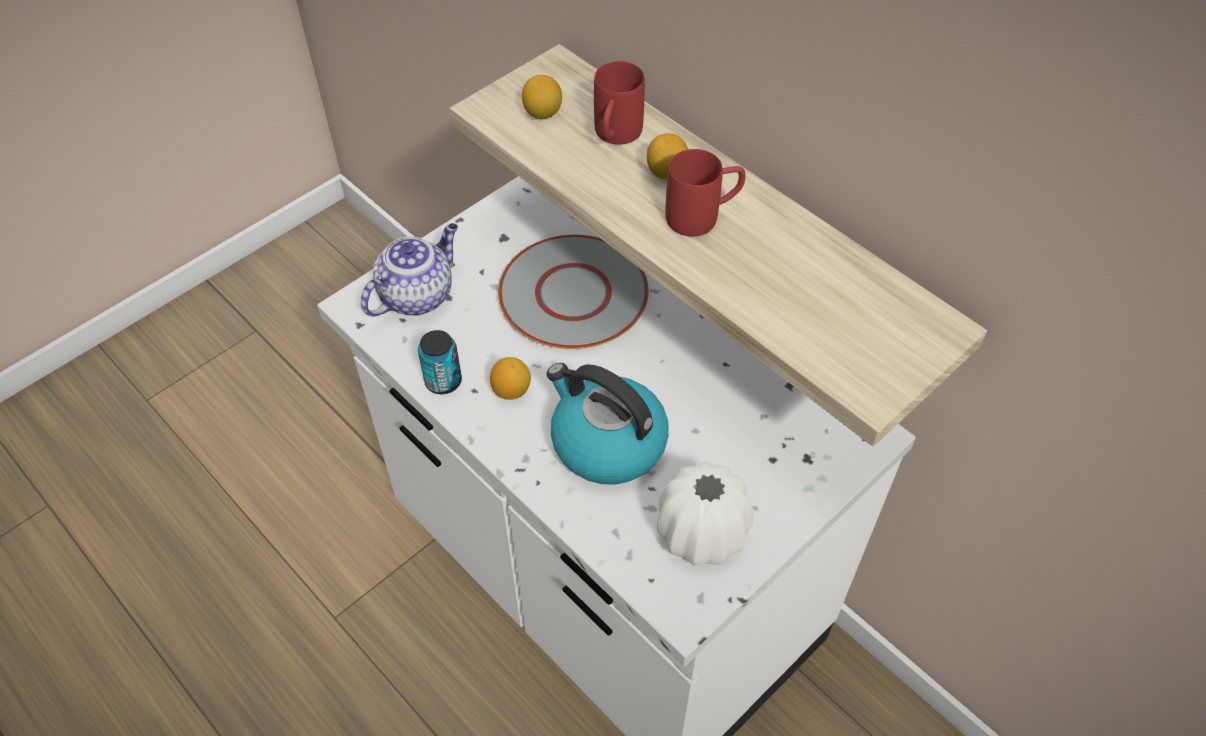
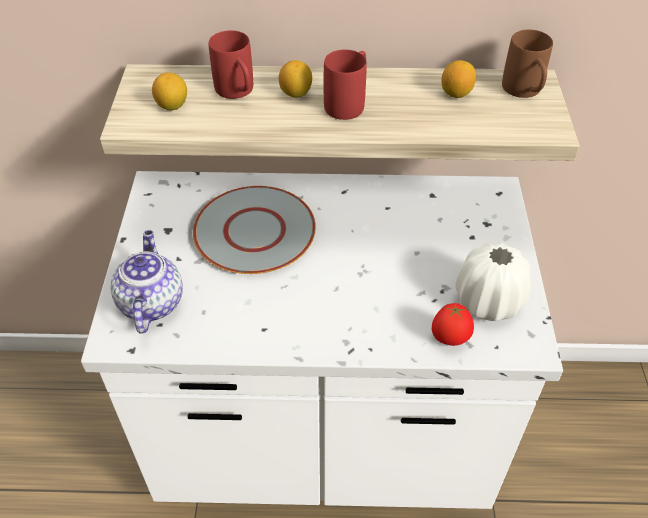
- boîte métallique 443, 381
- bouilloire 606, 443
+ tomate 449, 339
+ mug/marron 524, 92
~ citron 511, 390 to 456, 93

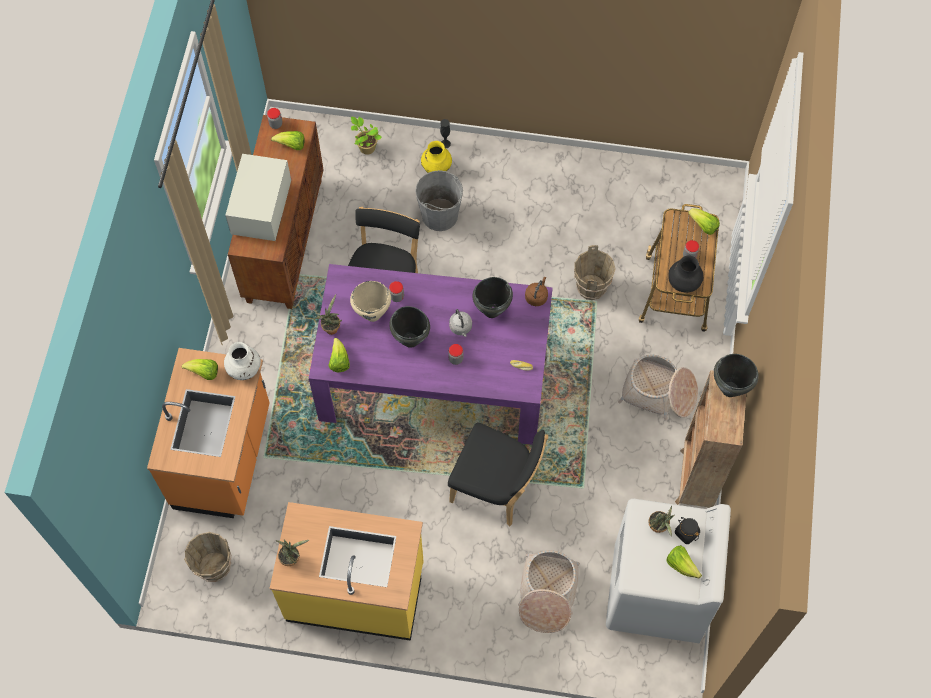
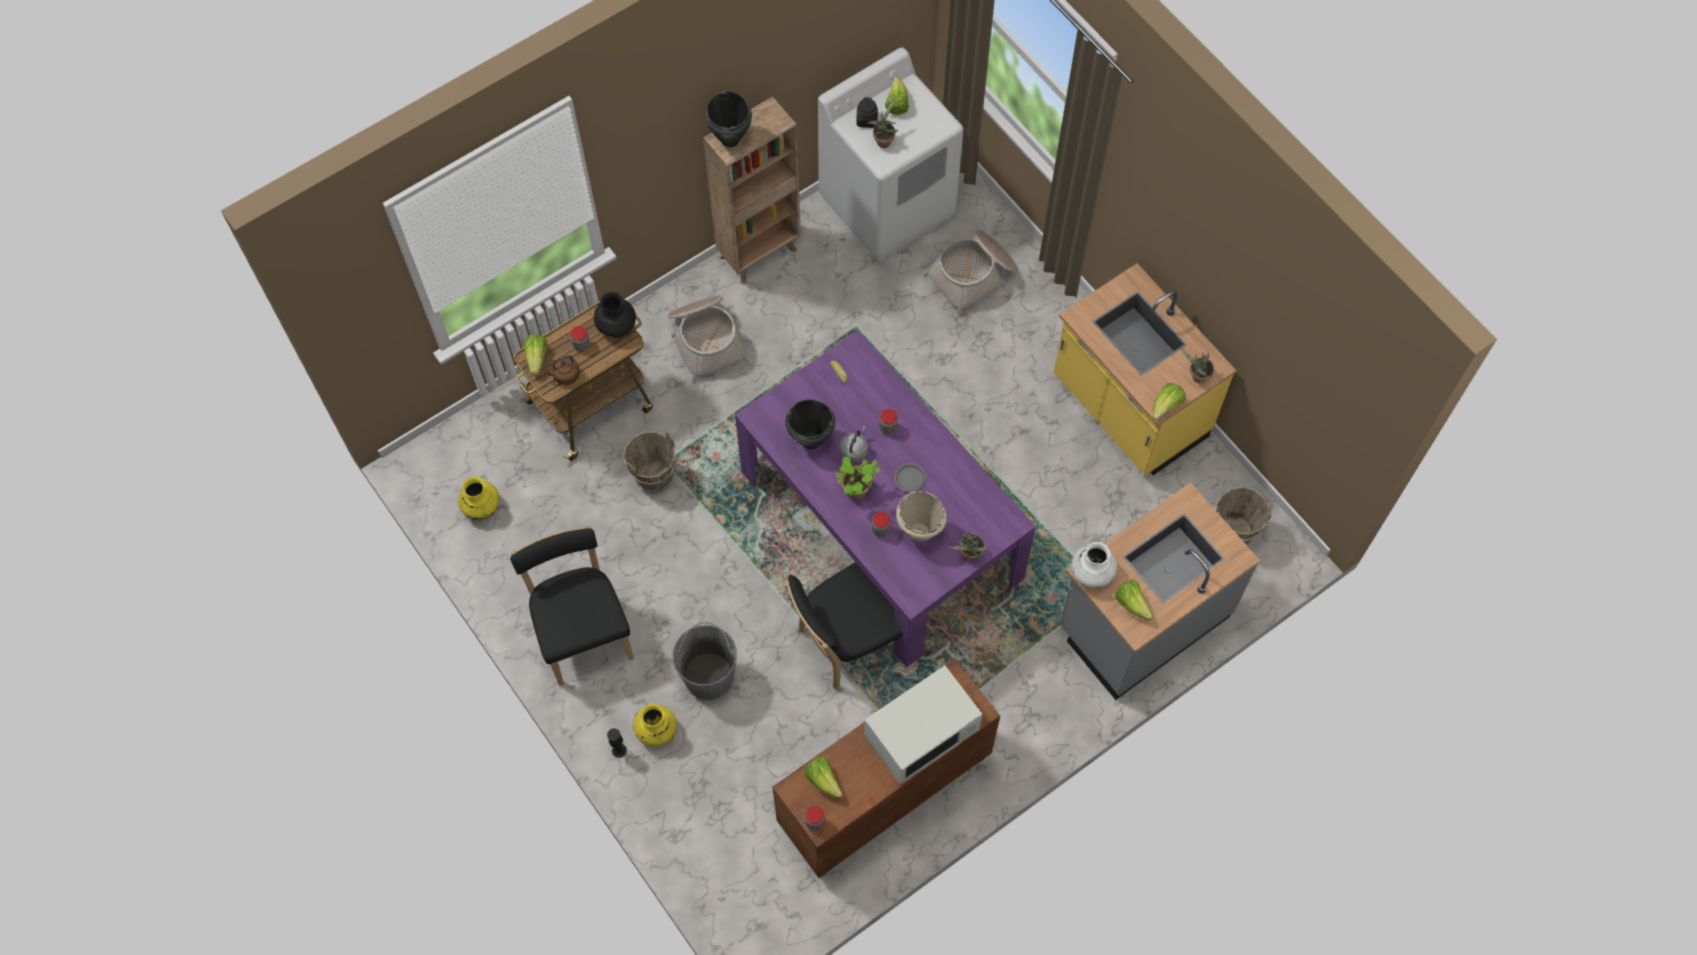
+ vase/jaune 481, 507
~ laitue 339, 361 to 1166, 406
~ plante en pot 366, 147 to 856, 491
~ chaise/noir 496, 489 to 583, 631
~ bouilloire/marron 536, 296 to 564, 375
~ marmite/noir 410, 340 to assiette/gris 910, 479
~ comptoir de cuisine/orange 224, 458 to comptoir de cuisine/gris 1142, 621

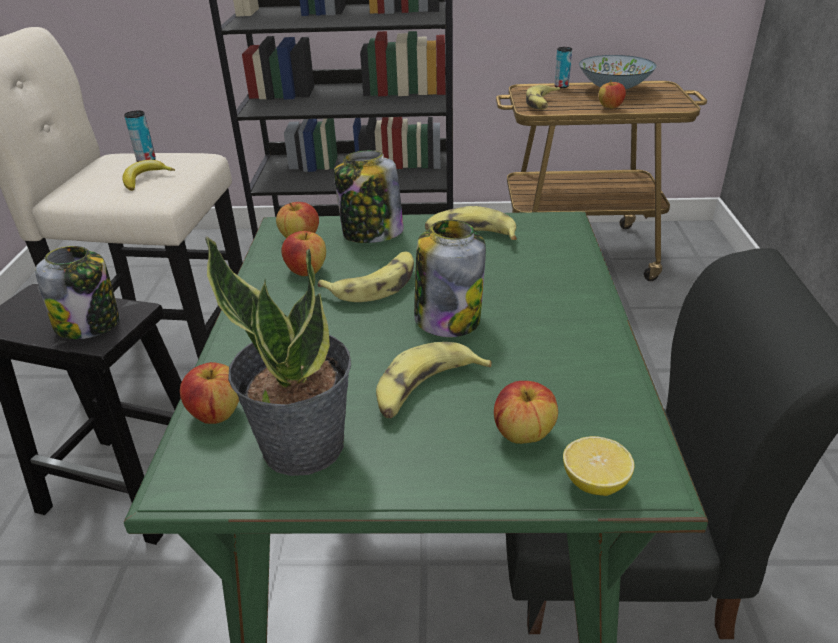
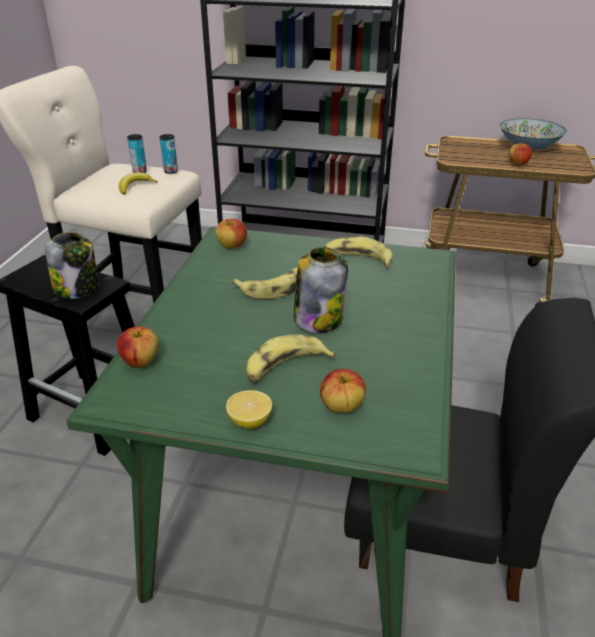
- plante en pot 303, 444
- pomme 306, 271
- bocal 371, 233
- banane 542, 103
~ boîte métallique 561, 86 to 171, 171
~ citron 594, 483 to 250, 421

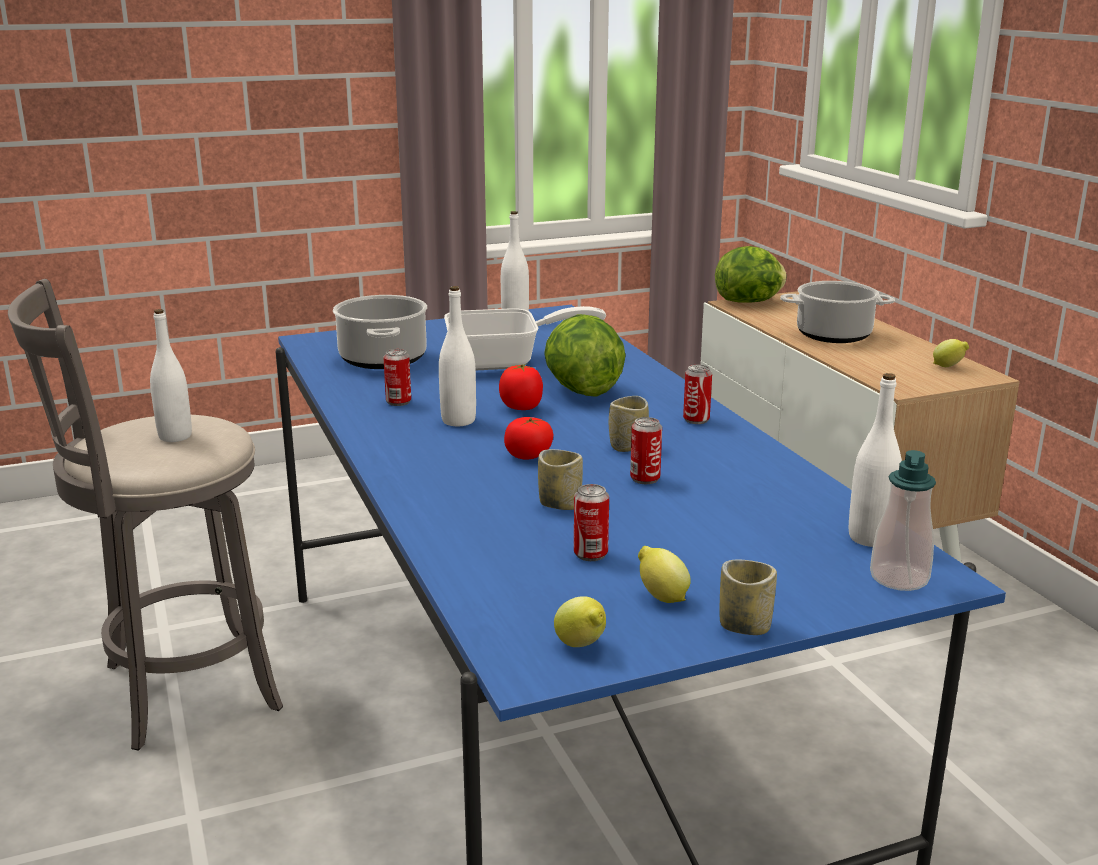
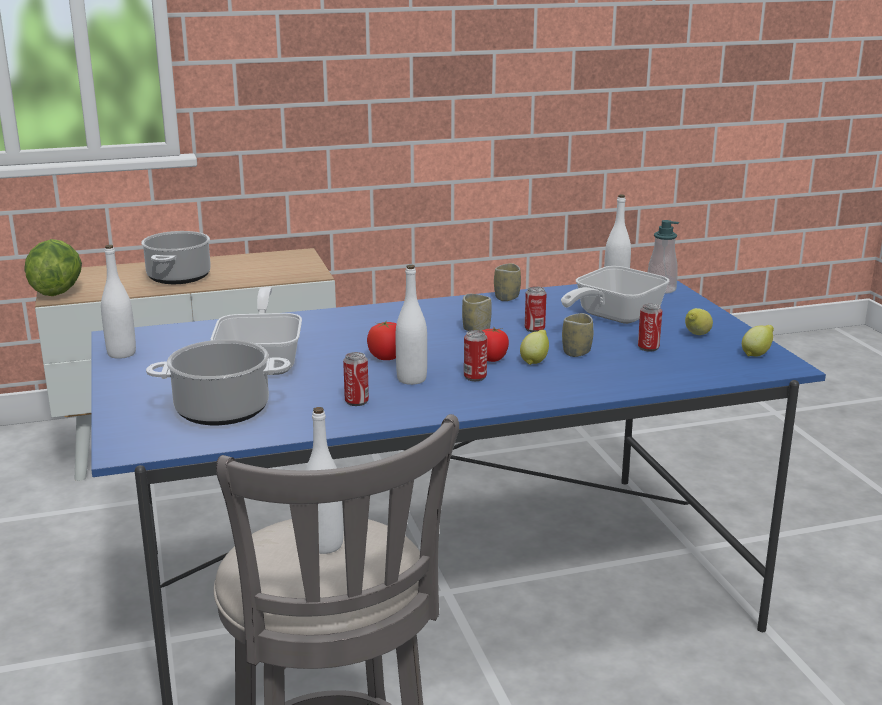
- laitue 581, 390
+ poêle 612, 317
~ boîte métallique 696, 420 to 475, 377
~ tasse 744, 626 to 507, 298
~ citron 948, 367 to 535, 361

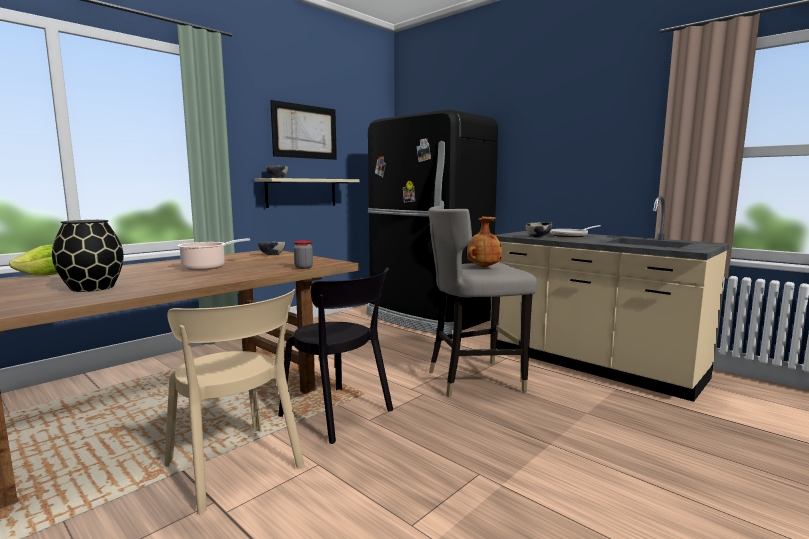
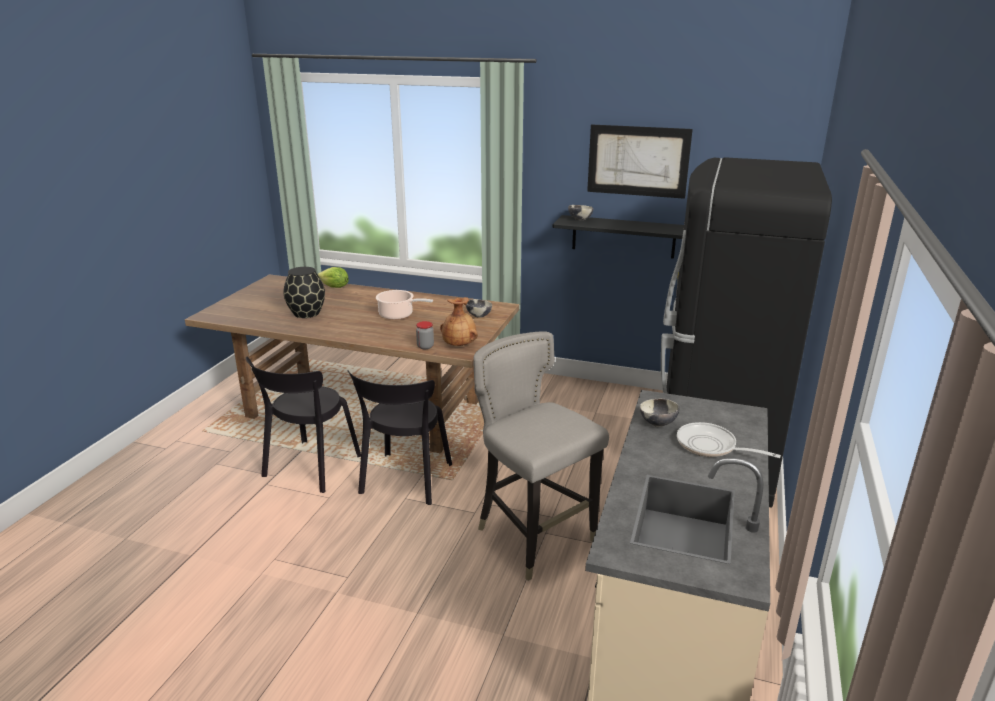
~ vase/marron 483, 267 to 459, 345
~ chaise/beige 236, 469 to chaise/noir 309, 468
~ étagère/beige 301, 192 to étagère/noir 623, 236

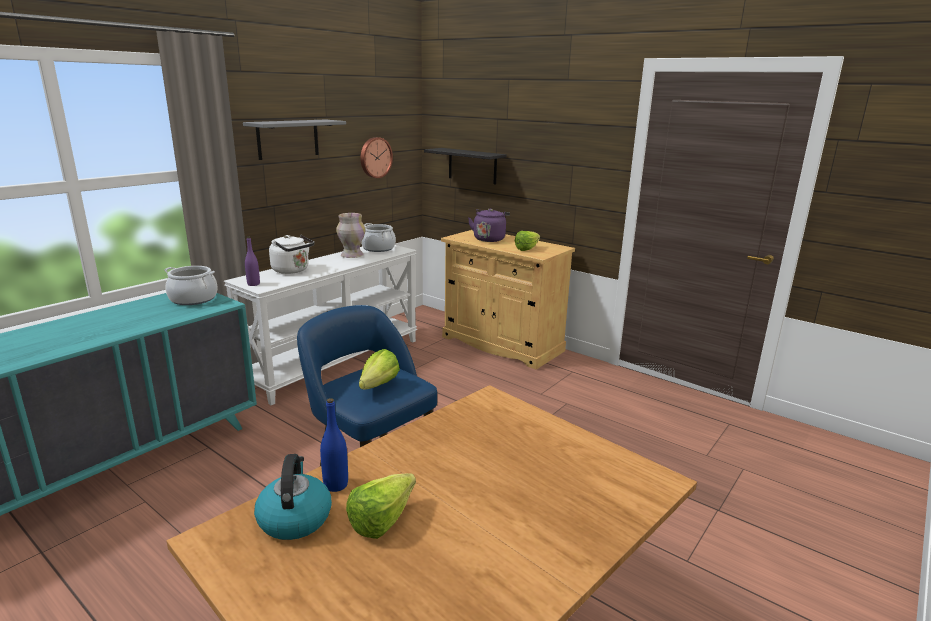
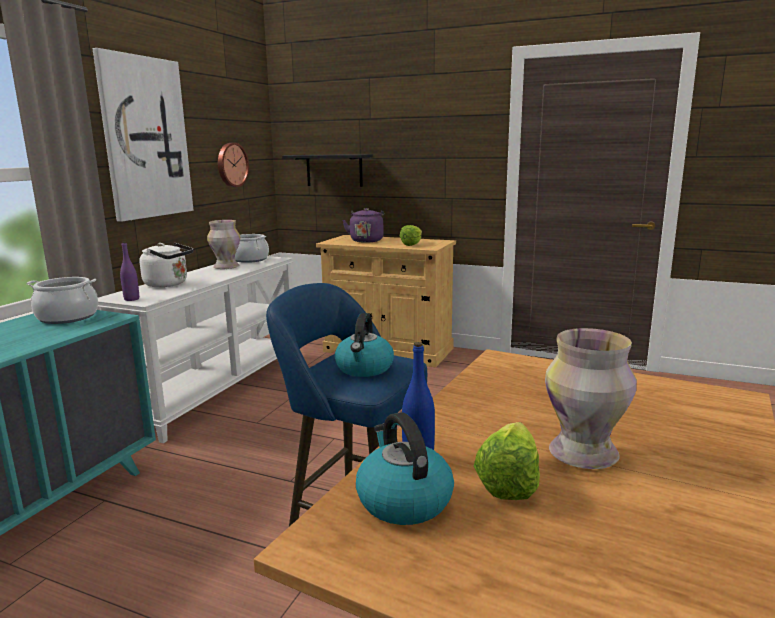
+ vase 582, 454
~ étagère/gris 288, 139 to tableau 145, 138
~ laitue 375, 388 to bouilloire 364, 368

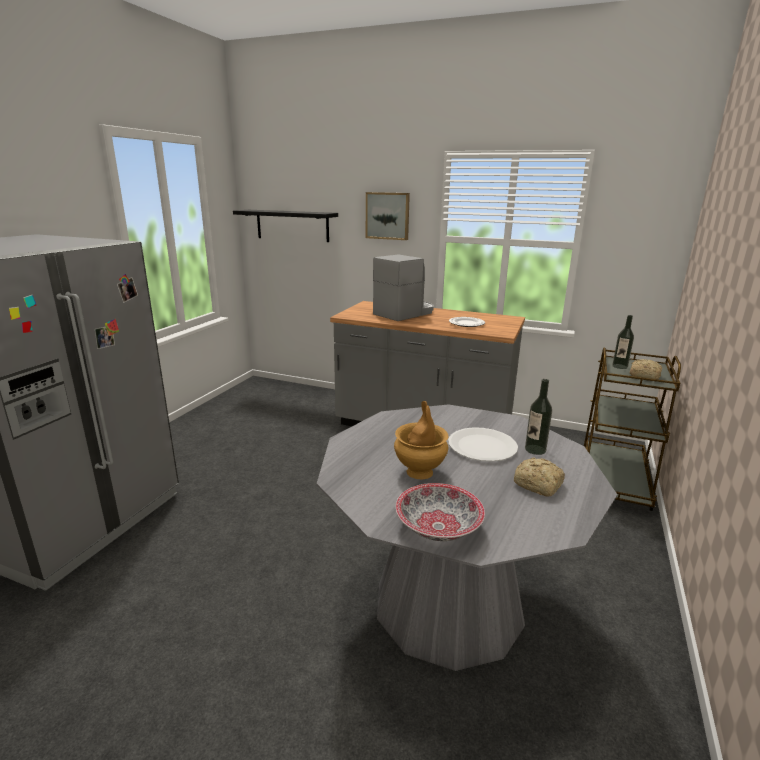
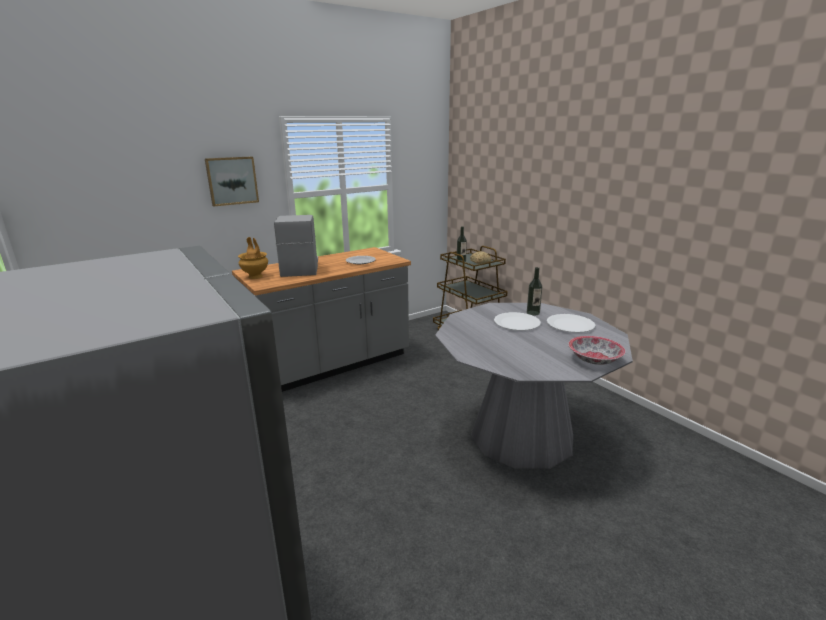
- étagère/noir 292, 225
~ vase/marron 420, 472 to 256, 276
~ pain 539, 485 to assiette/blanc 570, 325

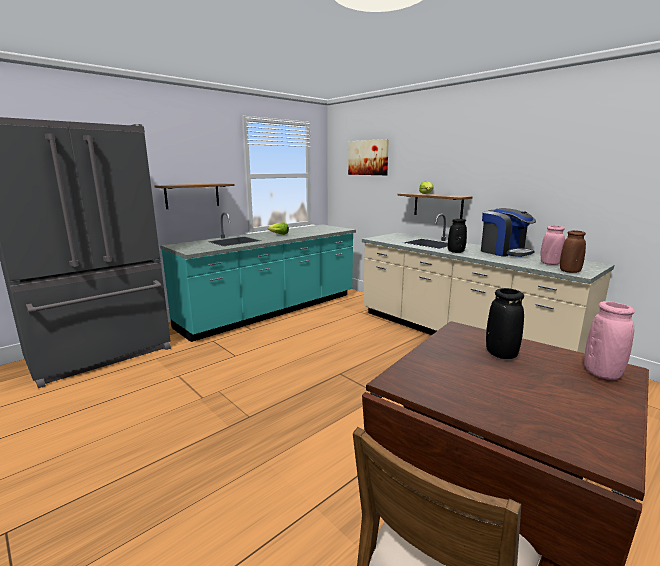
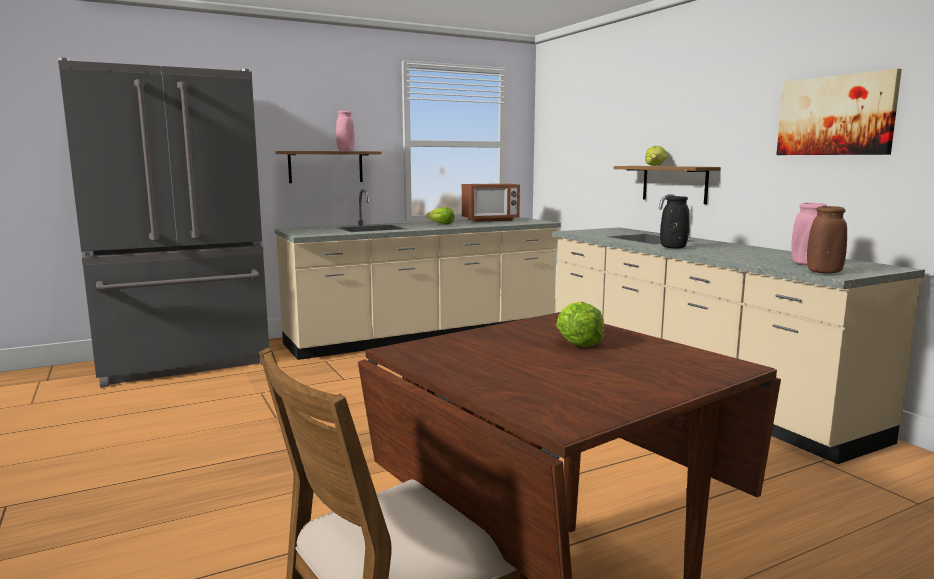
- machine à café 504, 252
+ micro-ondes 490, 220
~ tableau 368, 157 to 835, 115
~ vase/rose 602, 373 to 346, 151
~ vase/noir 501, 354 to laitue 577, 341
~ comptoir de cuisine/turquoise 272, 311 to comptoir de cuisine/beige 425, 335

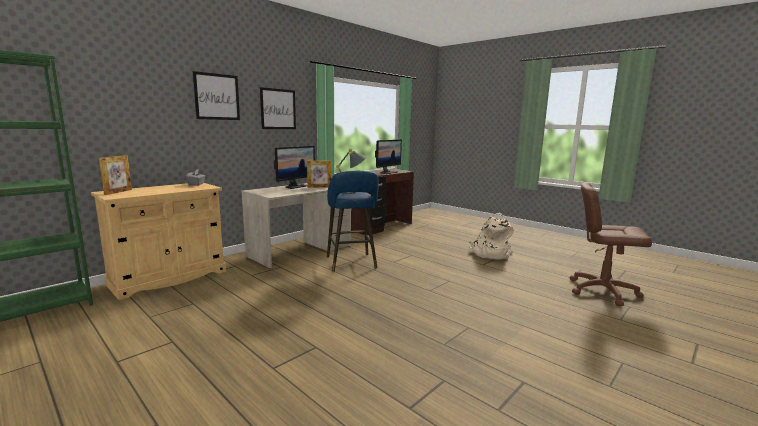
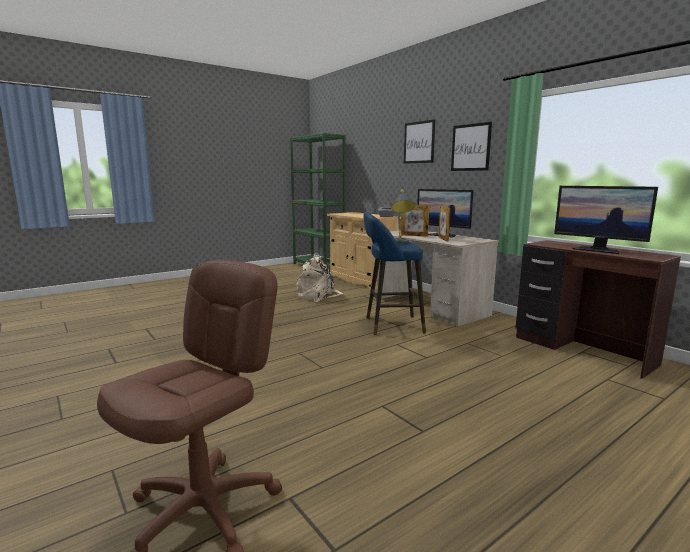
~ cadre photo 118, 192 to 414, 235
~ sac à dos/beige 490, 254 to 318, 296

